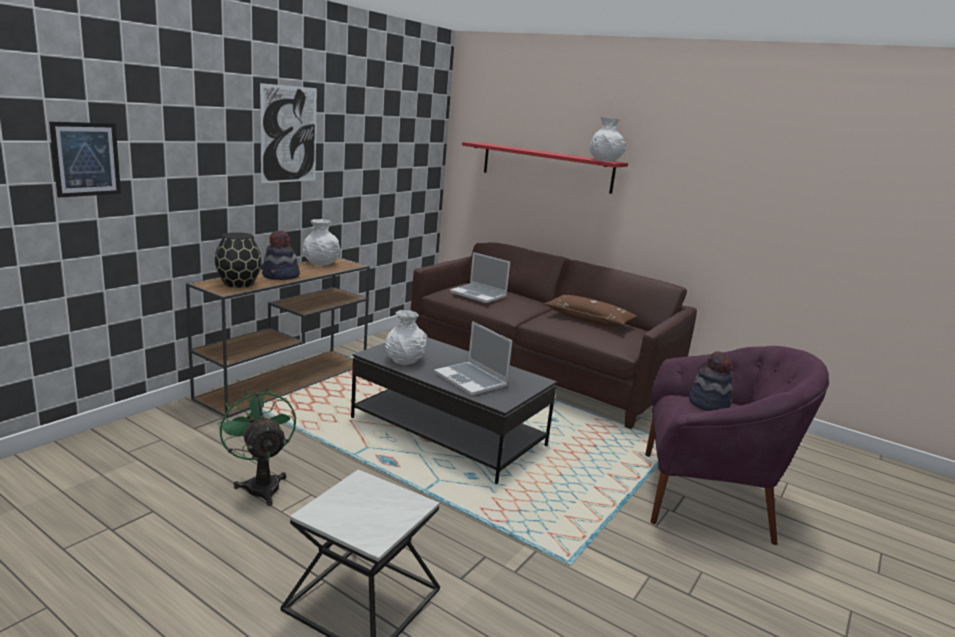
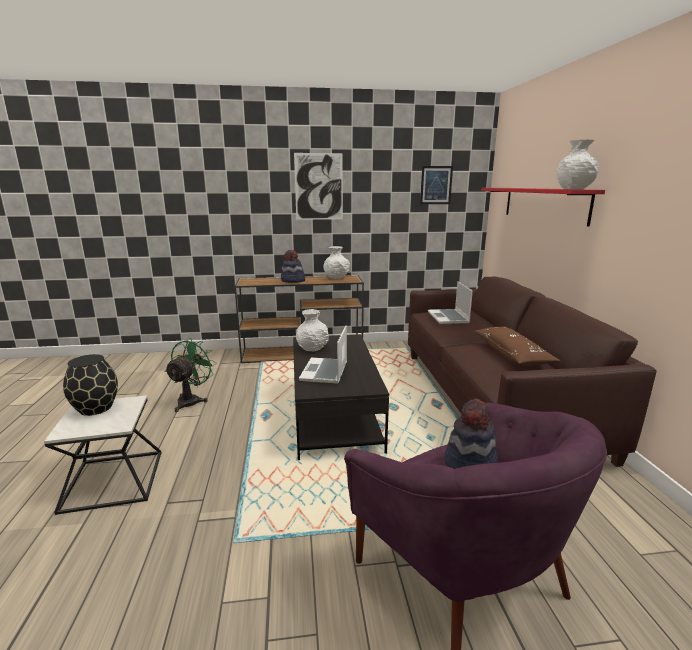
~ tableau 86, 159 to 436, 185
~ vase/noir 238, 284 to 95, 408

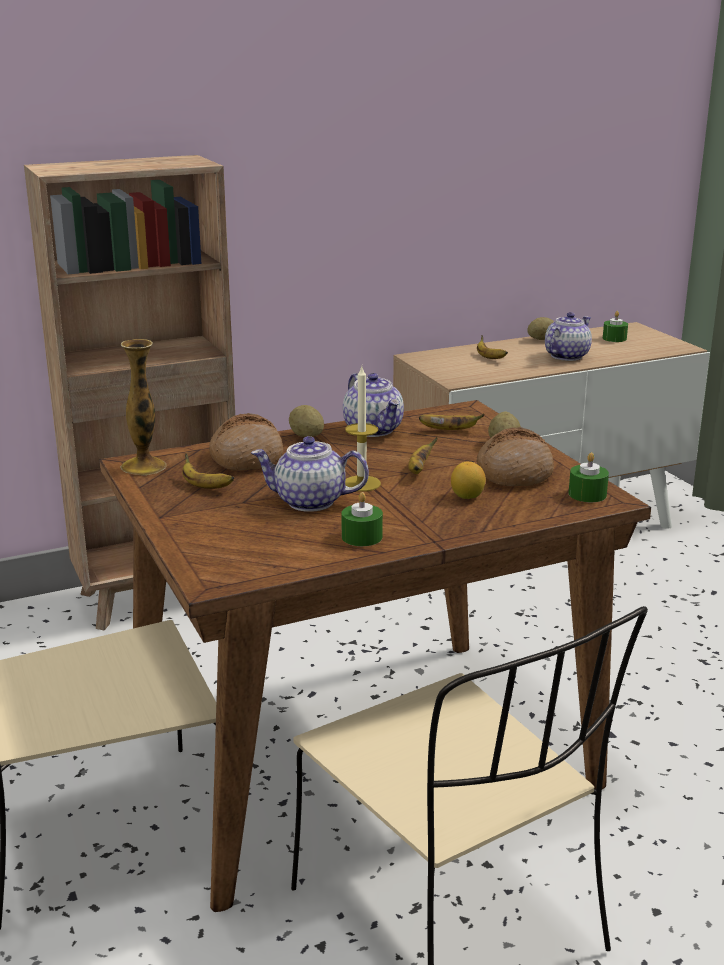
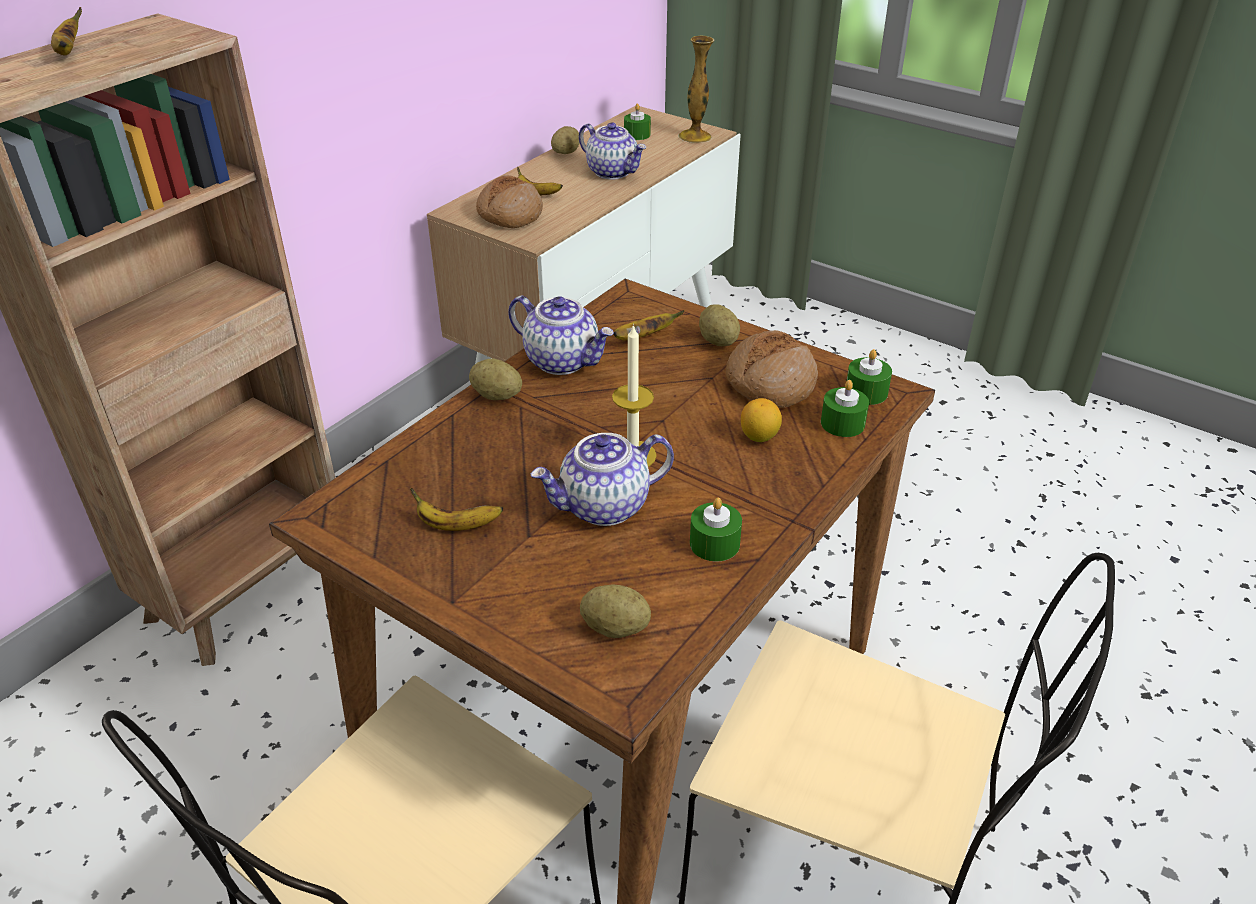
+ pomme de terre 615, 628
+ bougie/vert 842, 423
~ vase 143, 466 to 695, 137
~ pain 246, 457 to 509, 214
~ banane 419, 470 to 69, 52
~ théière 566, 356 = 613, 172 120 degrees clockwise

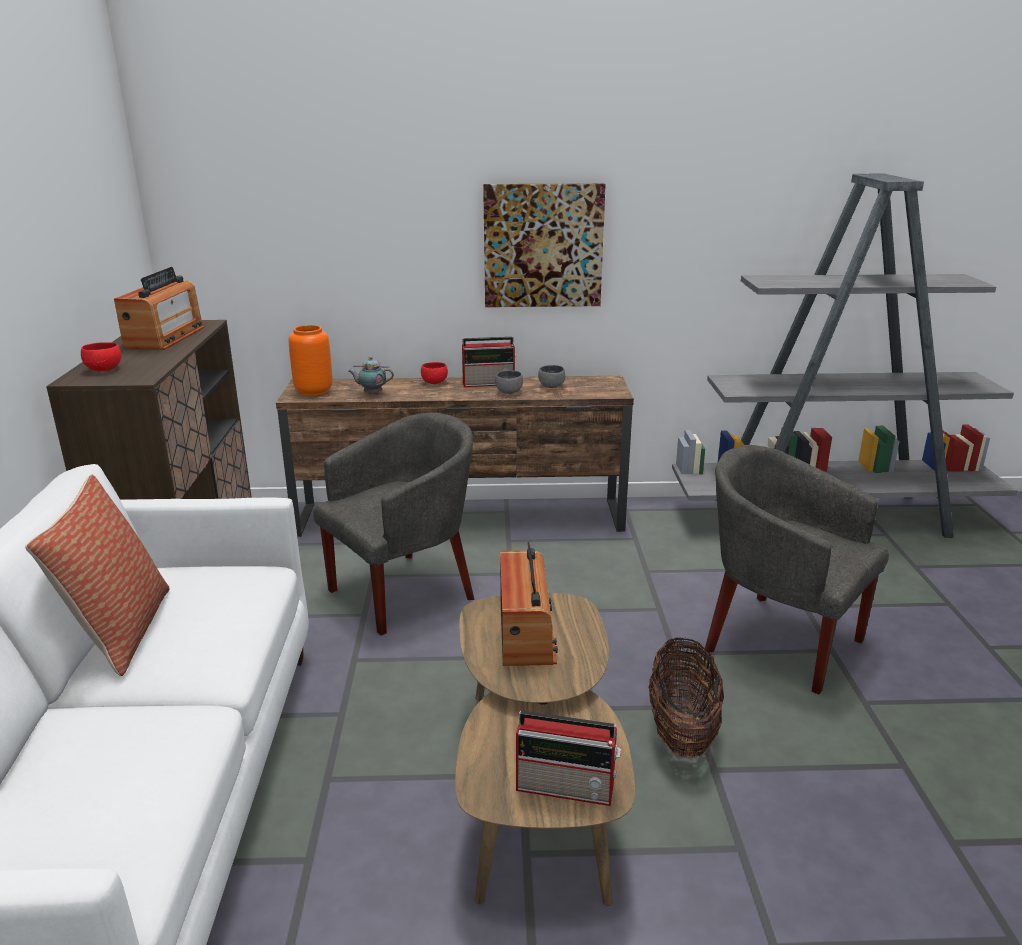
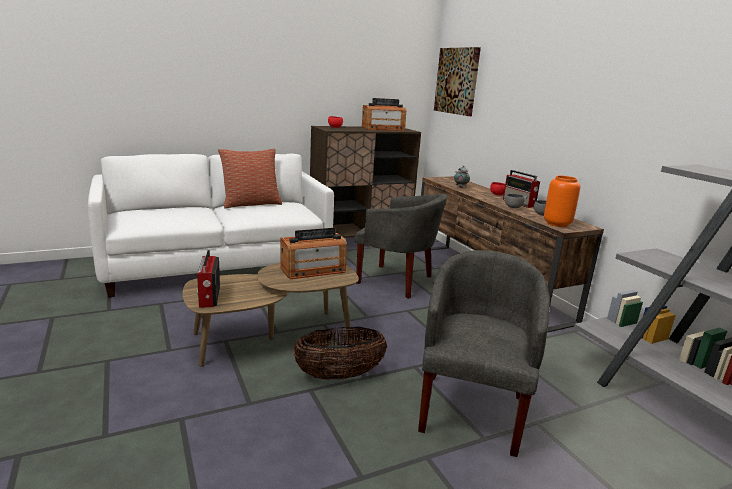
~ vase/orange 314, 391 to 557, 224
~ tableau 543, 246 to 457, 81

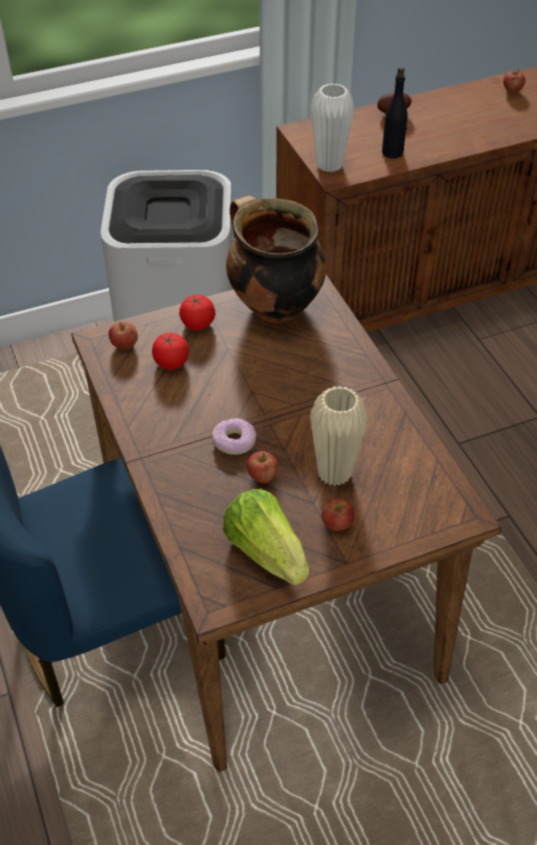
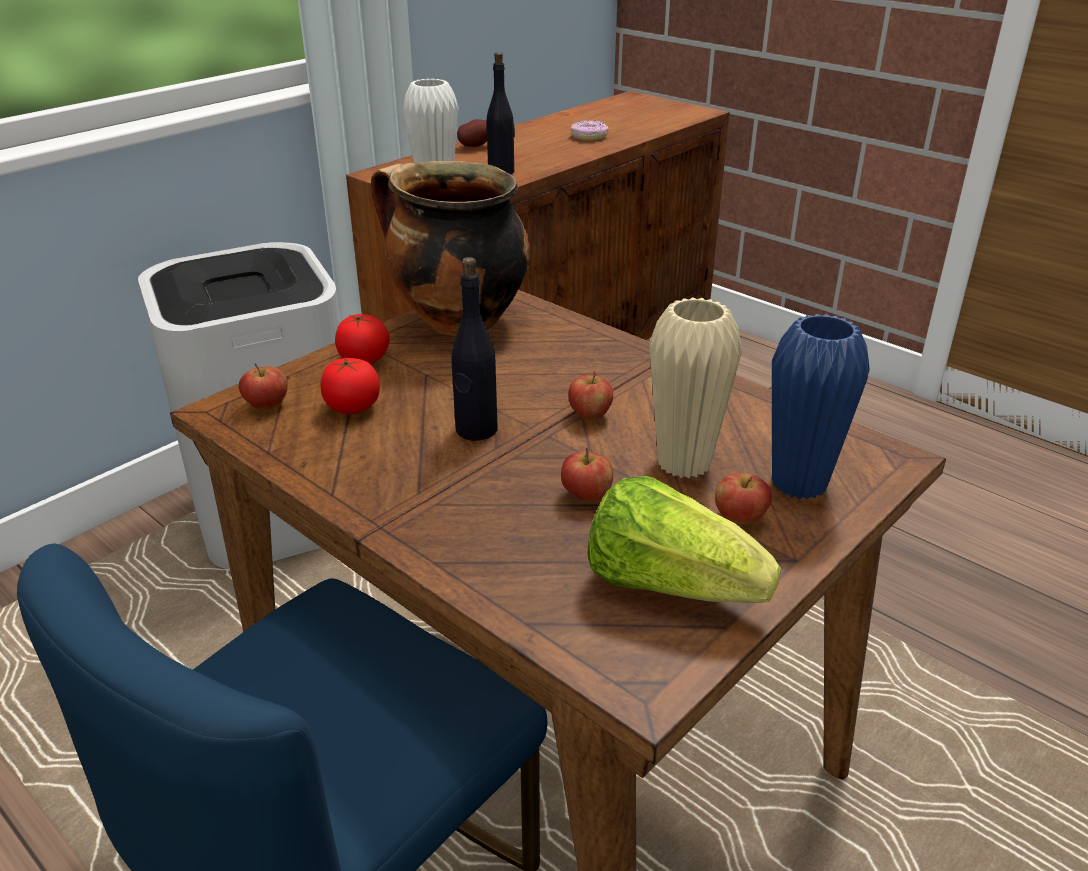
+ bouteille/noir 476, 430
+ vase/bleu 799, 483
~ beignet 234, 441 to 589, 136
~ pomme 512, 91 to 589, 415

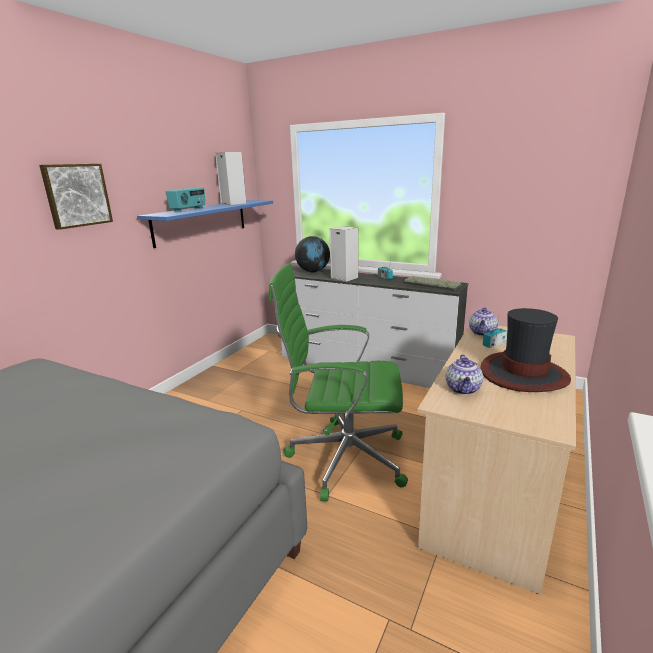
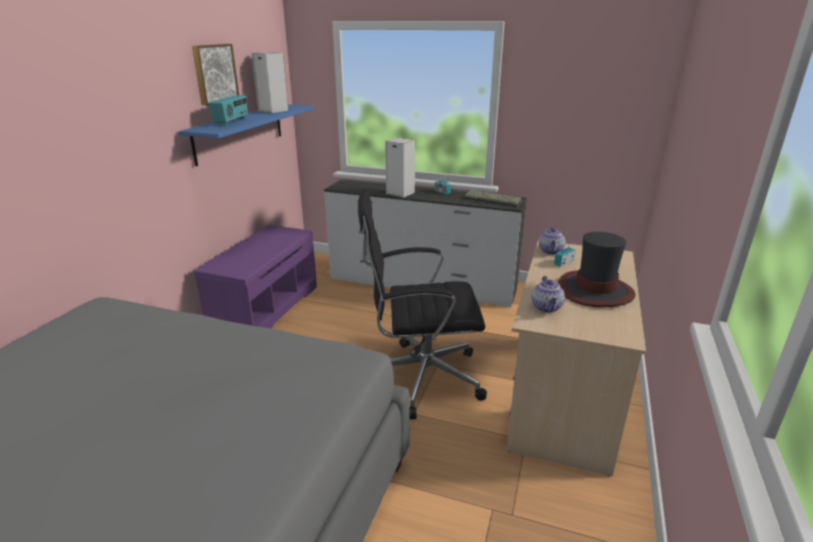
- globe 313, 271
+ banc/violet 265, 307
~ tableau 76, 195 to 214, 73
~ chaise de bureau/vert 343, 457 to chaise de bureau/noir 420, 377

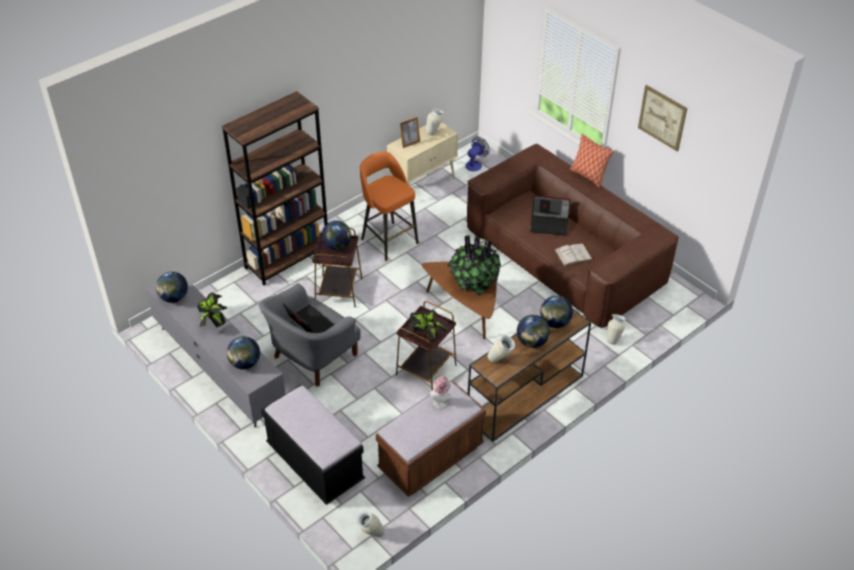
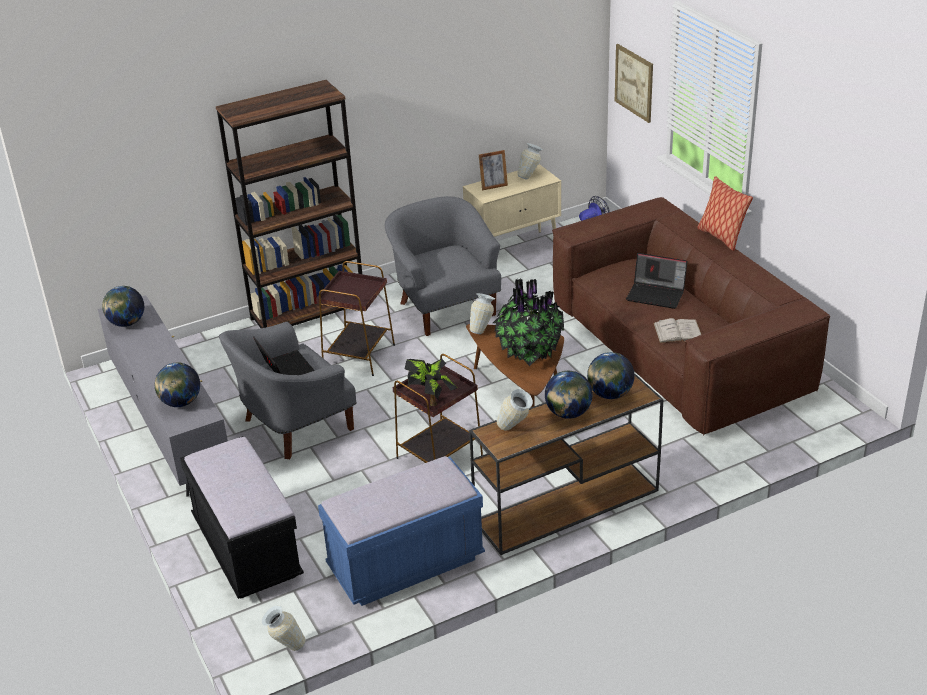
- plante en pot 214, 323
- globe 337, 246
- chapeau 441, 401
~ vase 614, 338 to 483, 329
~ tableau 662, 117 to 634, 82
~ tabouret/orange 388, 240 to fauteuil/gris 445, 307
~ banc/marron 431, 458 to banc/bleu 406, 564

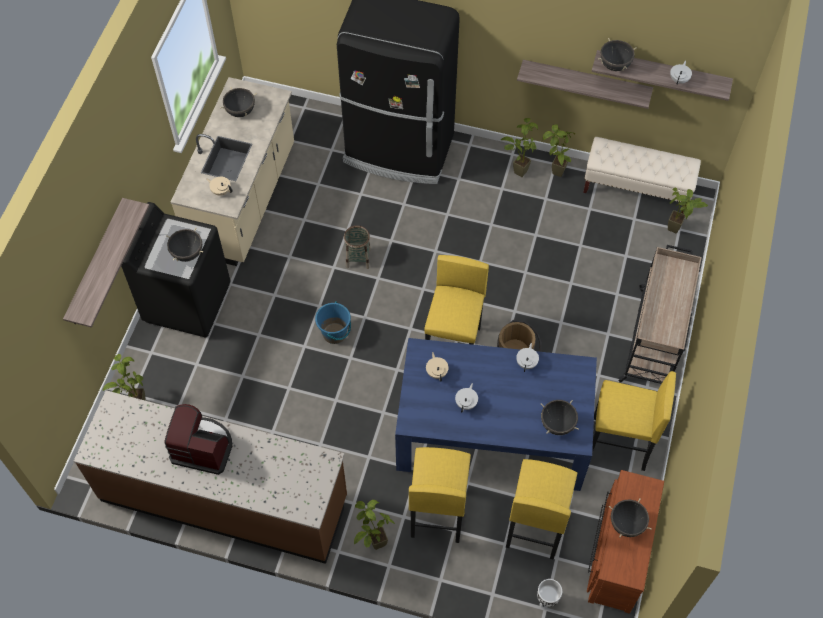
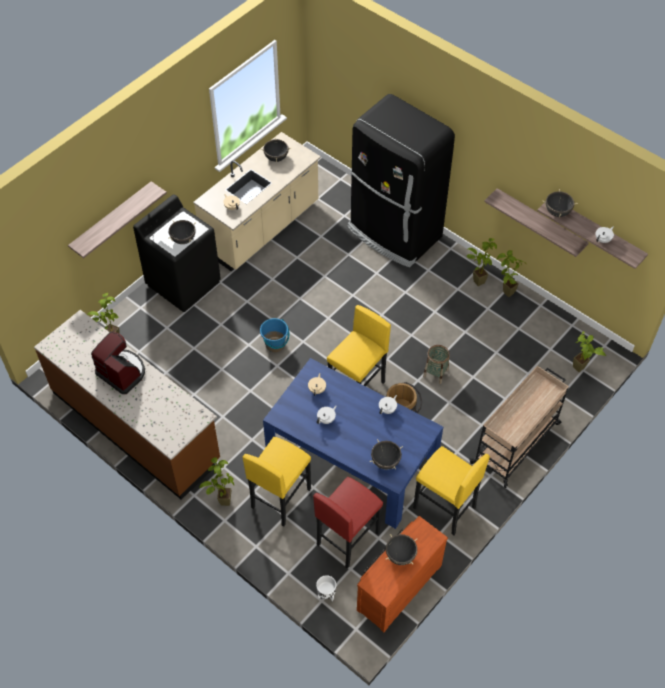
- banc/beige 636, 189
~ panier 358, 258 to 435, 373
~ tabouret/jaune 535, 525 to tabouret/rouge 347, 538

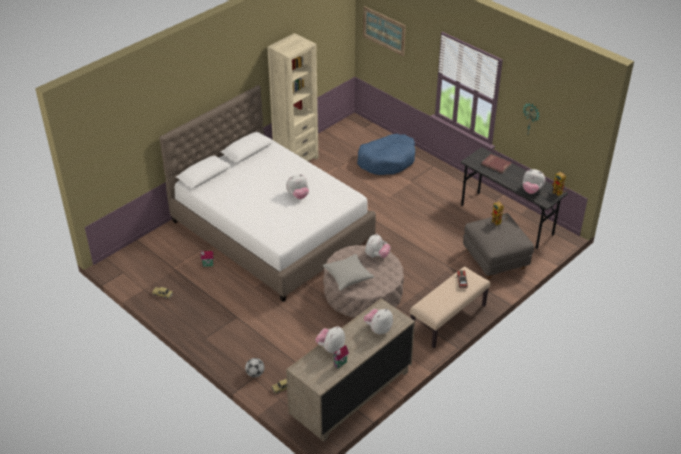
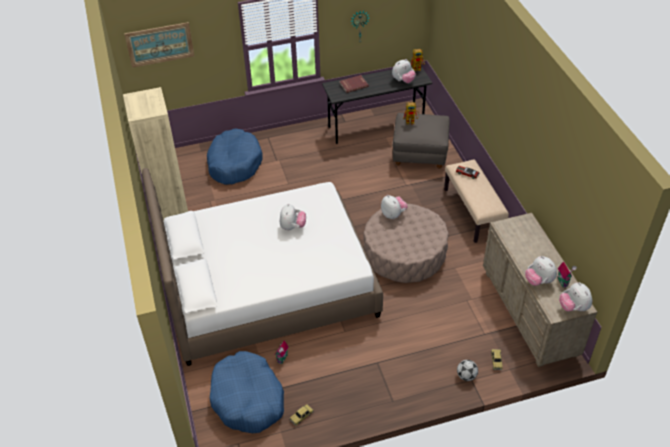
- coussin/gris 348, 276
+ panier pour chien/bleu 248, 399
~ peluche 378, 329 to 573, 307

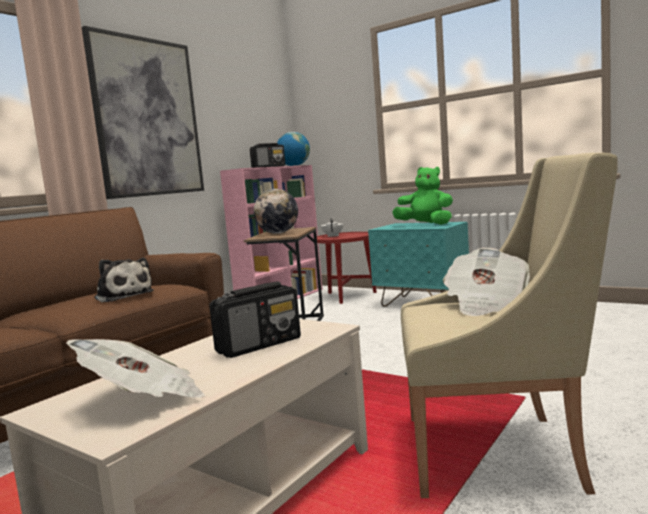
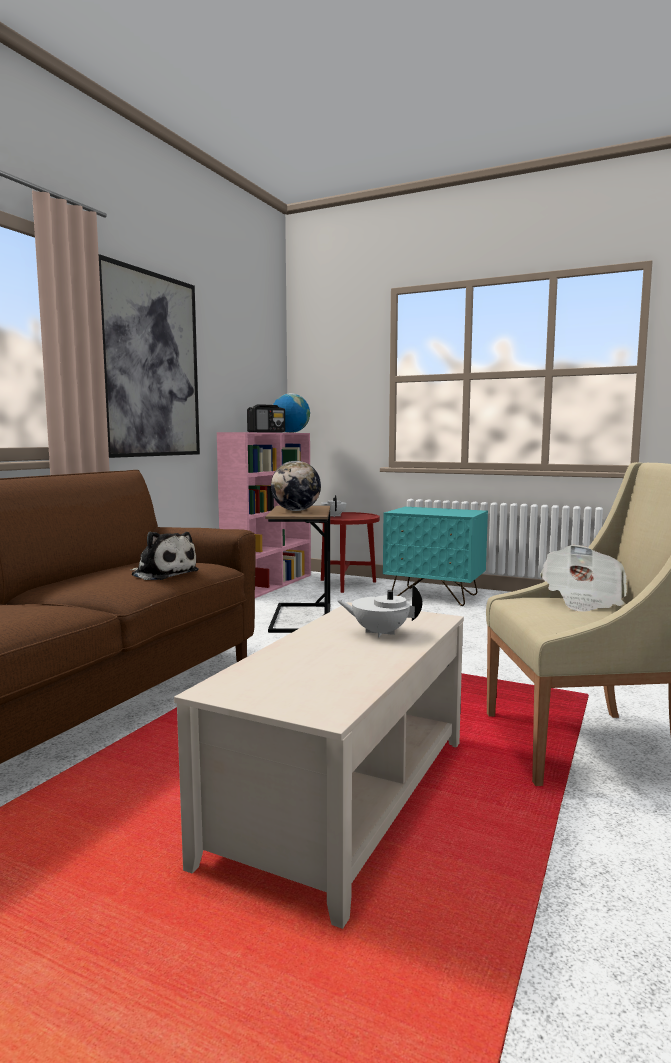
- journal 145, 399
- peluche/vert 426, 225
~ radio 260, 345 to théière/blanc 379, 633

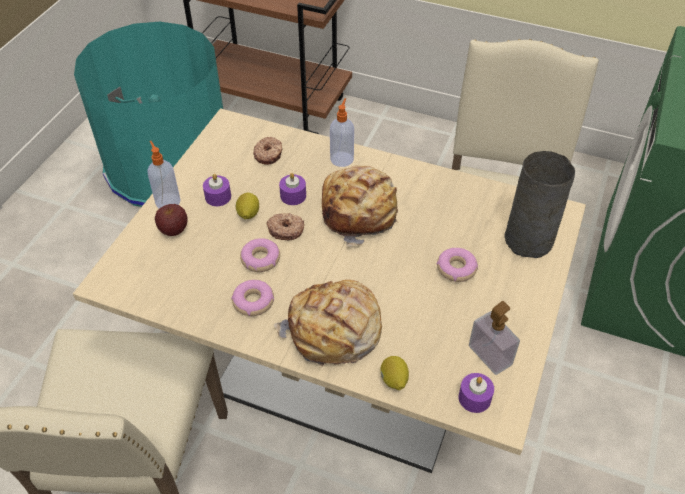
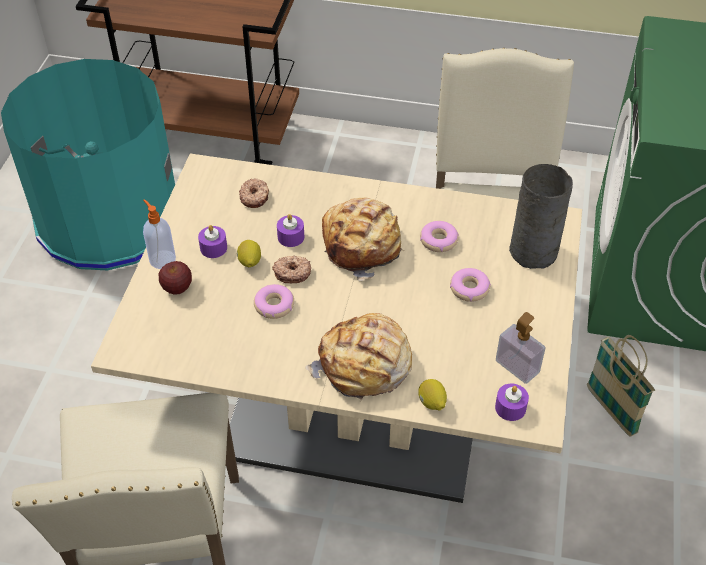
- distributeur de savon 342, 158
+ panier 611, 410
~ beignet 253, 301 to 438, 240

